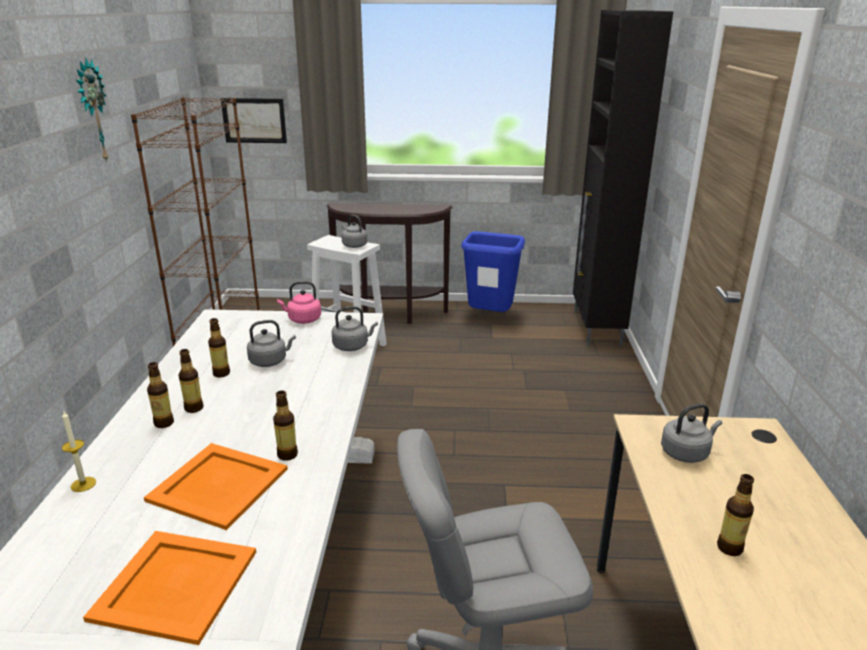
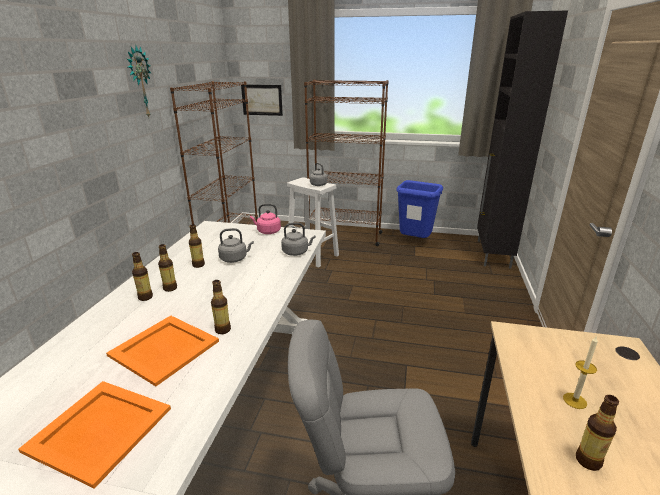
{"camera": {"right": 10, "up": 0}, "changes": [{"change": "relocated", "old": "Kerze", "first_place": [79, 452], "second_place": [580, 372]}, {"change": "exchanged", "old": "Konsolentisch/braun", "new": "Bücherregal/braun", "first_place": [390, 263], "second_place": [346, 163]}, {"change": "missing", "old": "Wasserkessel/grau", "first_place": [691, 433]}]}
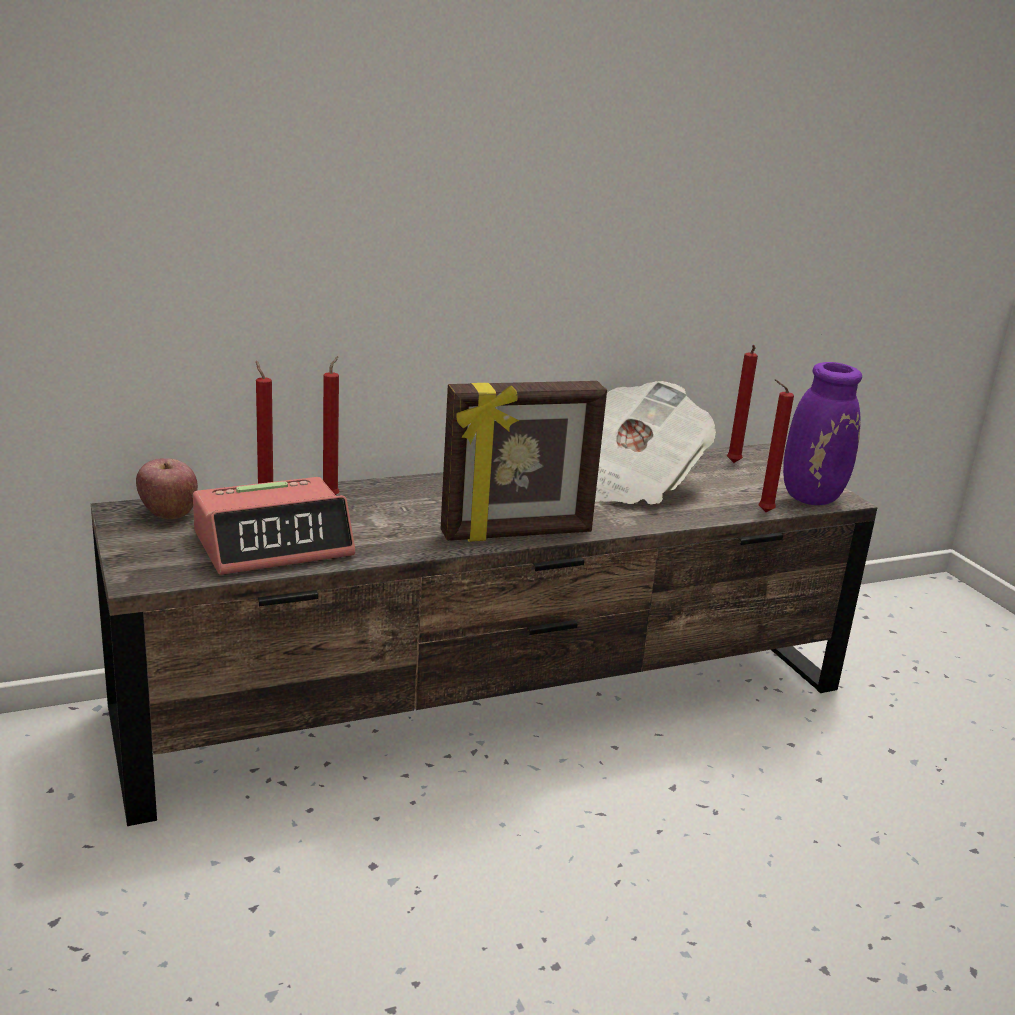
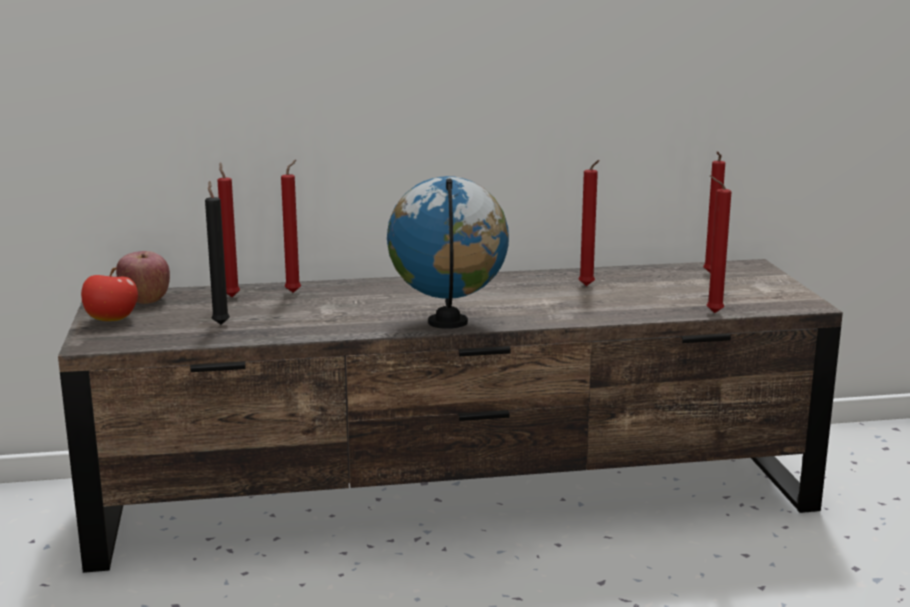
{"camera": {"right": 15, "up": -5}, "changes": [{"change": "exchanged", "old": "Wecker", "new": "Kerze/schwarz", "first_place": [274, 526], "second_place": [217, 253]}, {"change": "exchanged", "old": "Bilderrahmen", "new": "Globus", "first_place": [524, 461], "second_place": [448, 252]}, {"change": "exchanged", "old": "Zeitung", "new": "Kerze/rot", "first_place": [655, 443], "second_place": [589, 223]}, {"change": "missing", "old": "Vase/lila", "first_place": [822, 433]}, {"change": "appeared", "new": "Apfel", "second_place": [109, 294]}]}
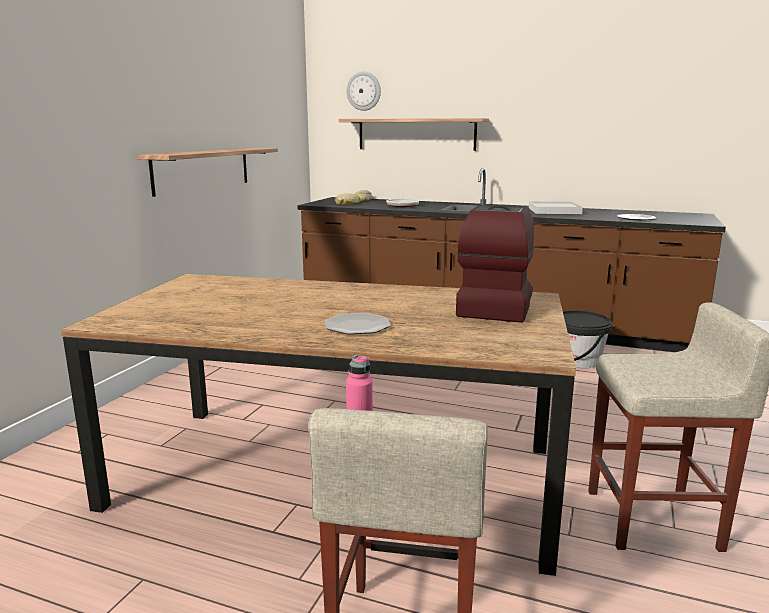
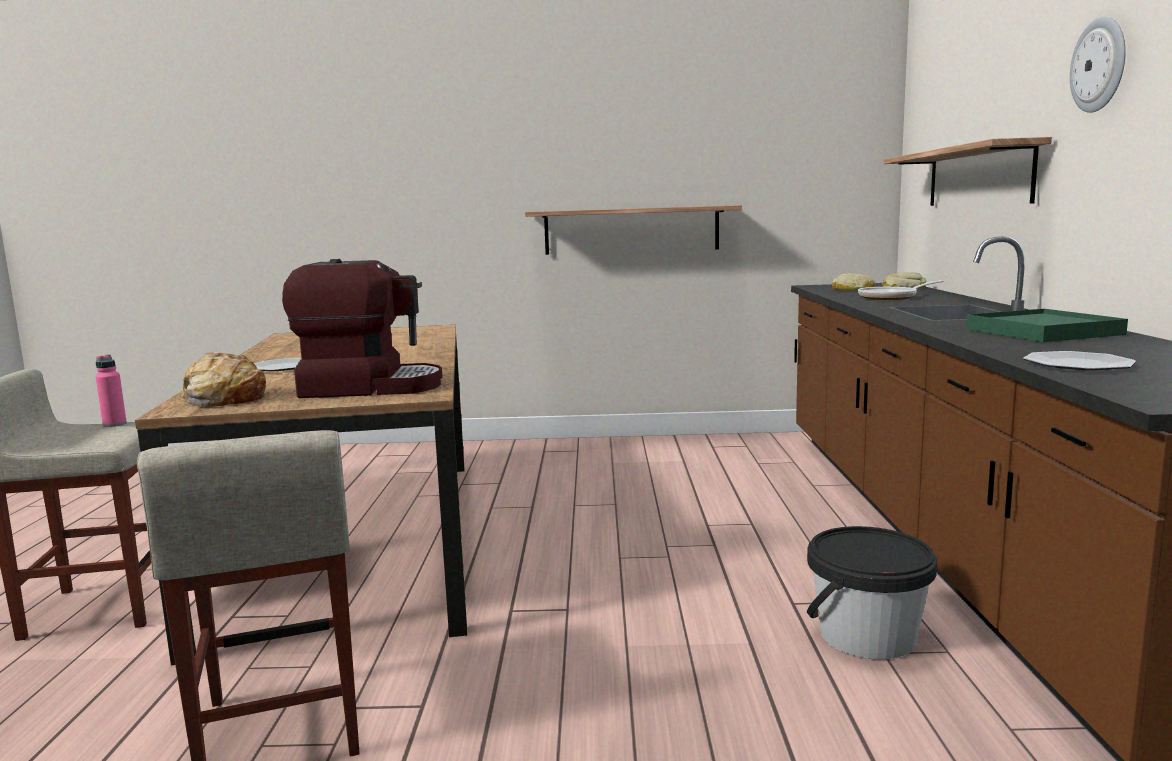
{"camera": {"right": 70, "up": -5}, "changes": [{"change": "relocated", "old": "Wanduhr", "first_place": [363, 91], "second_place": [1098, 65]}, {"change": "colour", "old": "Tablett/weiß", "new": "Tablett/grün", "first_place": [556, 207], "second_place": [1047, 325]}, {"change": "appeared", "new": "Brot", "second_place": [224, 379]}]}
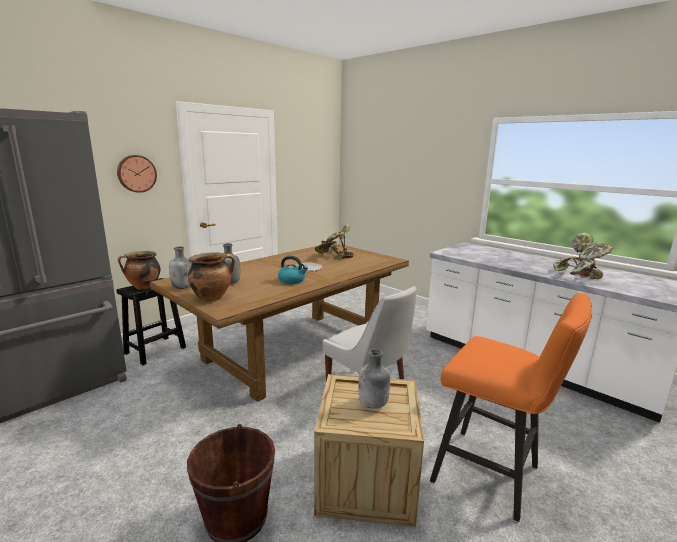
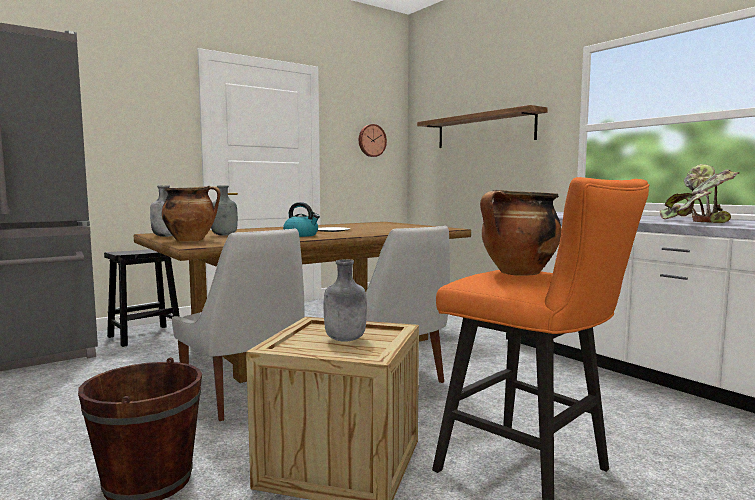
{"camera": {"right": 10, "up": -10}, "changes": [{"change": "relocated", "old": "Wanduhr", "first_place": [137, 174], "second_place": [373, 140]}, {"change": "relocated", "old": "Kochtopf", "first_place": [139, 270], "second_place": [521, 233]}, {"change": "missing", "old": "Topfpflanze", "first_place": [334, 242]}, {"change": "appeared", "new": "Stuhl/weiß", "second_place": [238, 325]}, {"change": "appeared", "new": "Wandregal", "second_place": [482, 126]}]}
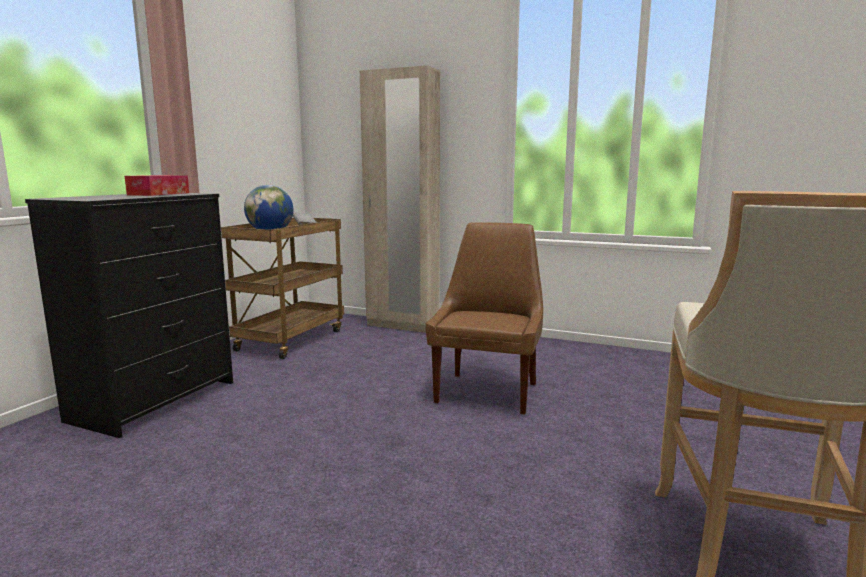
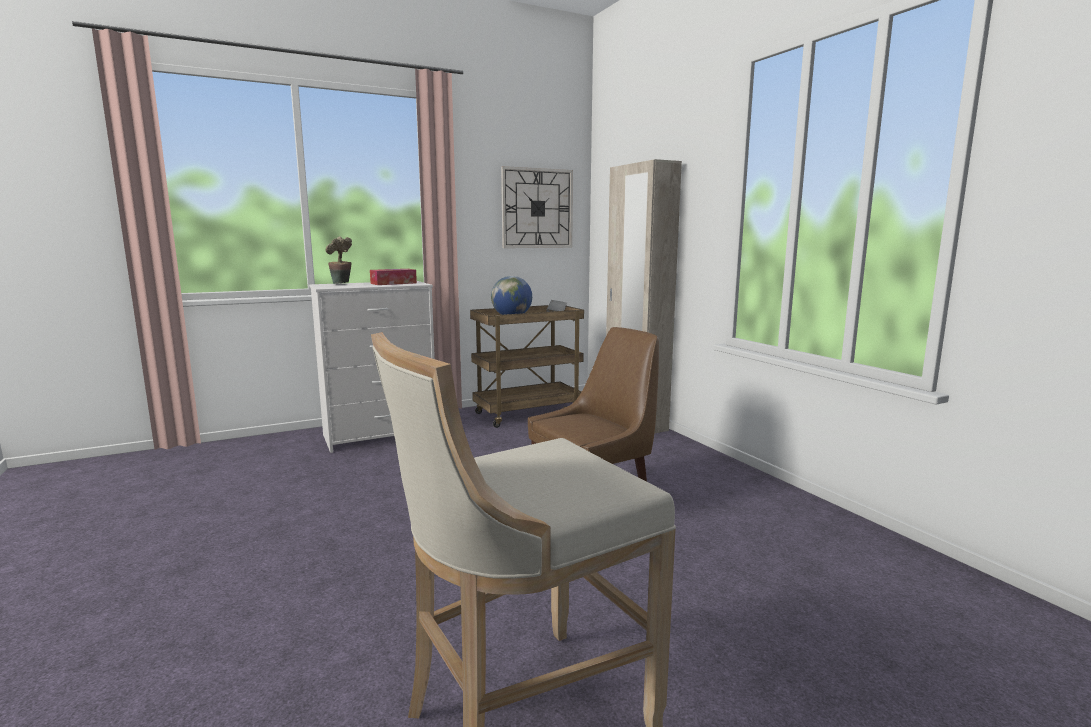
{"camera": {"right": 40, "up": 0}, "changes": [{"change": "colour", "old": "Kommode/schwarz", "new": "Kommode/weiß", "first_place": [129, 315], "second_place": [372, 367]}, {"change": "appeared", "new": "Topfpflanze", "second_place": [338, 260]}, {"change": "appeared", "new": "Wanduhr", "second_place": [537, 207]}]}
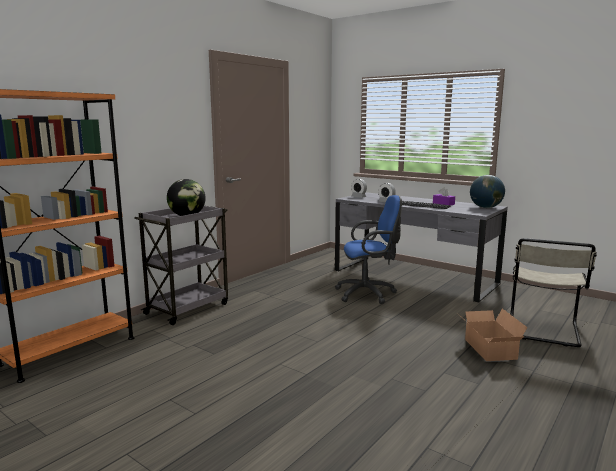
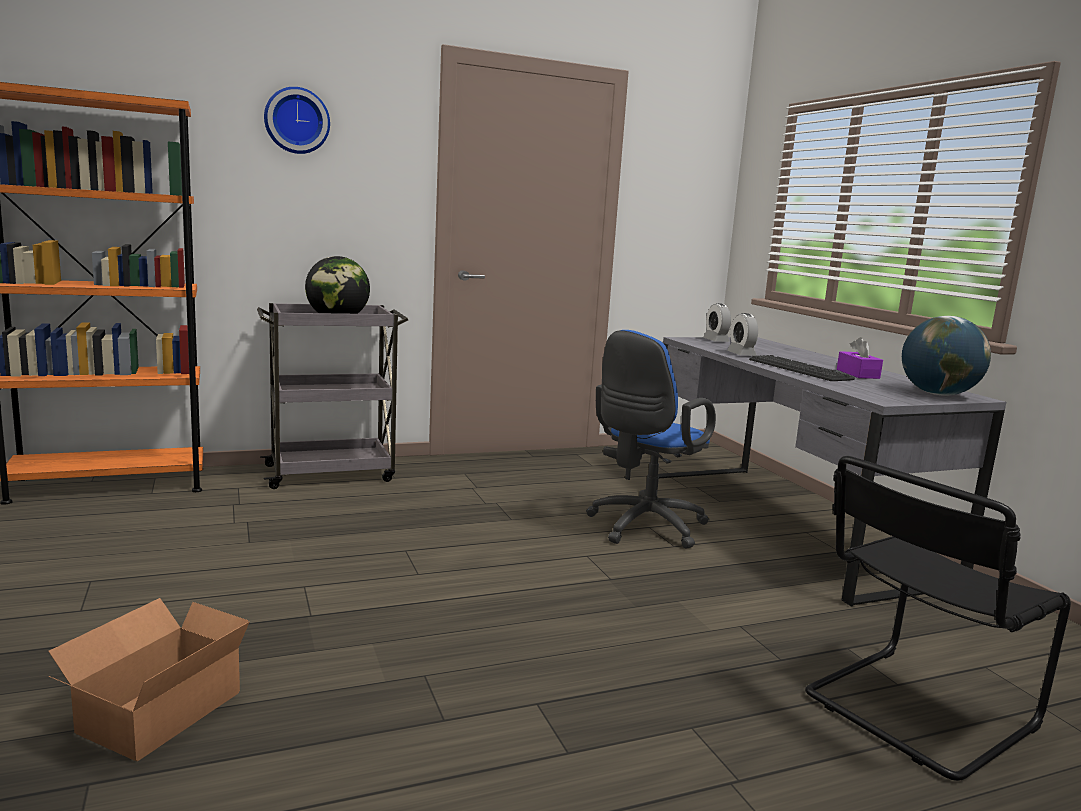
{"camera": {"right": 30, "up": 0}, "changes": [{"change": "spun", "old": "Bürostuhl/blau", "first_place": [368, 249], "second_place": [651, 439], "degrees": 105}, {"change": "relocated", "old": "Karton", "first_place": [496, 335], "second_place": [149, 680]}, {"change": "colour", "old": "Stuhl/beige", "new": "Stuhl/schwarz", "first_place": [553, 292], "second_place": [938, 618]}, {"change": "appeared", "new": "Wanduhr", "second_place": [297, 120]}]}
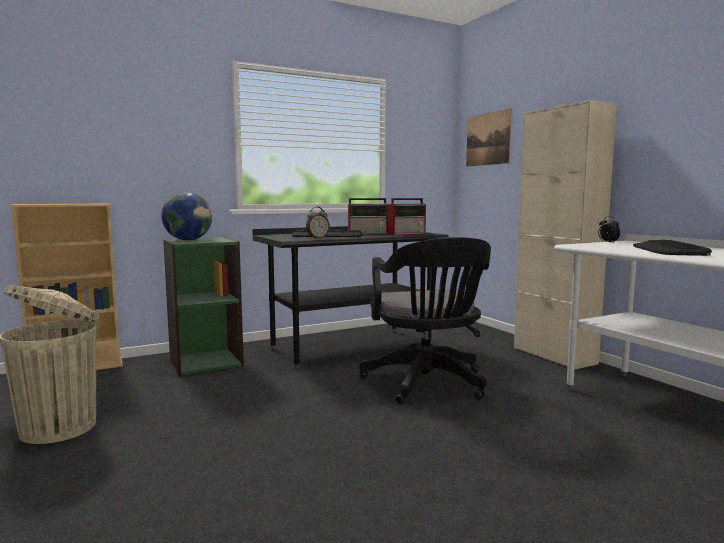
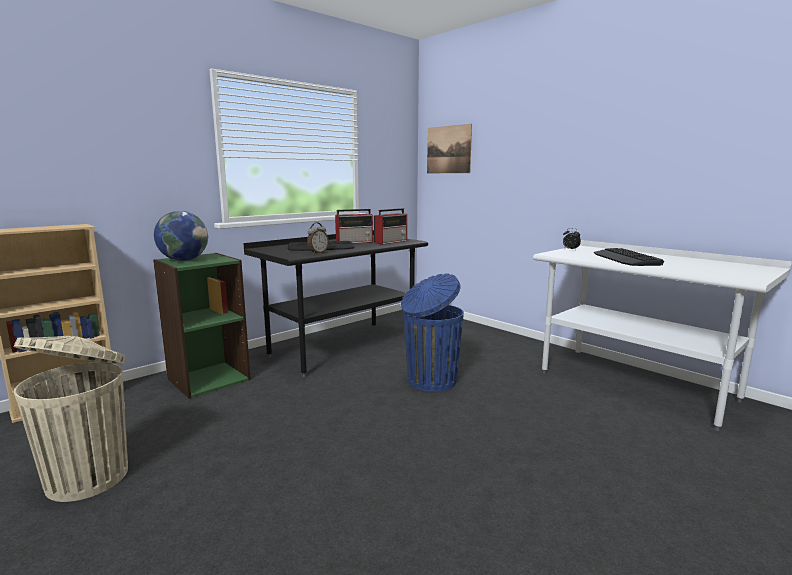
{"camera": {"right": -15, "up": 5}, "changes": [{"change": "exchanged", "old": "Bürostuhl/schwarz", "new": "Mülleimer/blau", "first_place": [425, 320], "second_place": [432, 332]}, {"change": "missing", "old": "Schrank/beige", "first_place": [565, 234]}]}
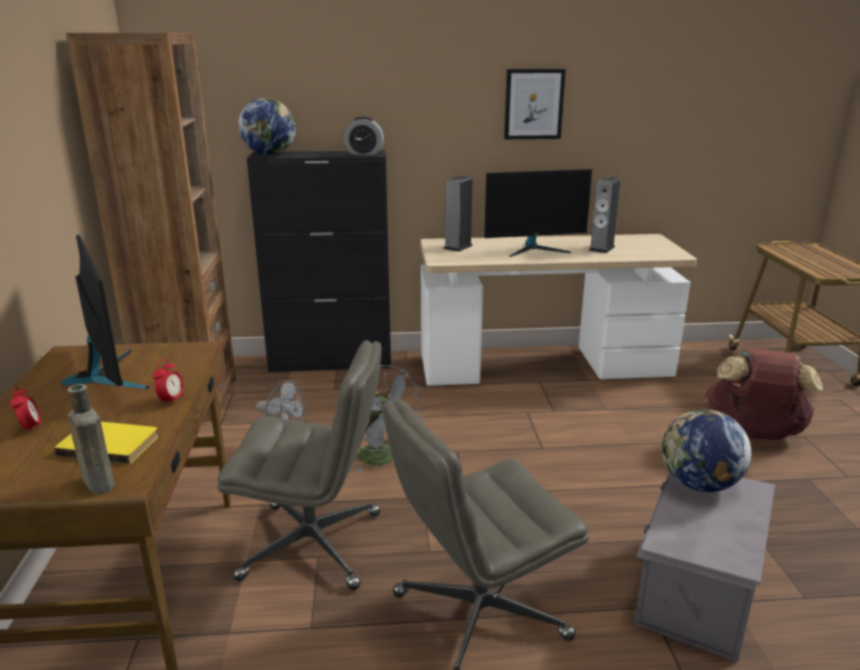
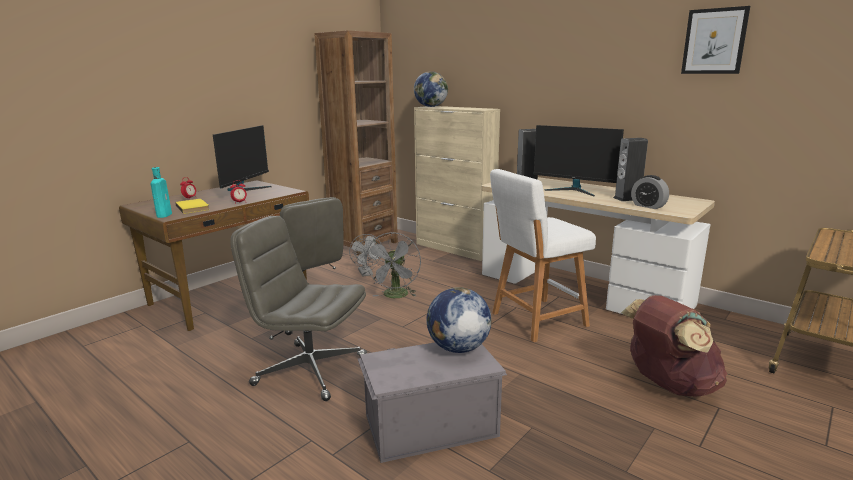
{"camera": {"right": 45, "up": -5}, "changes": [{"change": "colour", "old": "Flasche/braun", "new": "Flasche/türkis", "first_place": [91, 439], "second_place": [161, 192]}, {"change": "colour", "old": "Schrank/schwarz", "new": "Schrank/beige", "first_place": [319, 261], "second_place": [457, 183]}, {"change": "relocated", "old": "Wecker", "first_place": [364, 136], "second_place": [650, 192]}, {"change": "relocated", "old": "Bild", "first_place": [535, 104], "second_place": [715, 40]}, {"change": "appeared", "new": "Hocker/weiß", "second_place": [543, 255]}]}
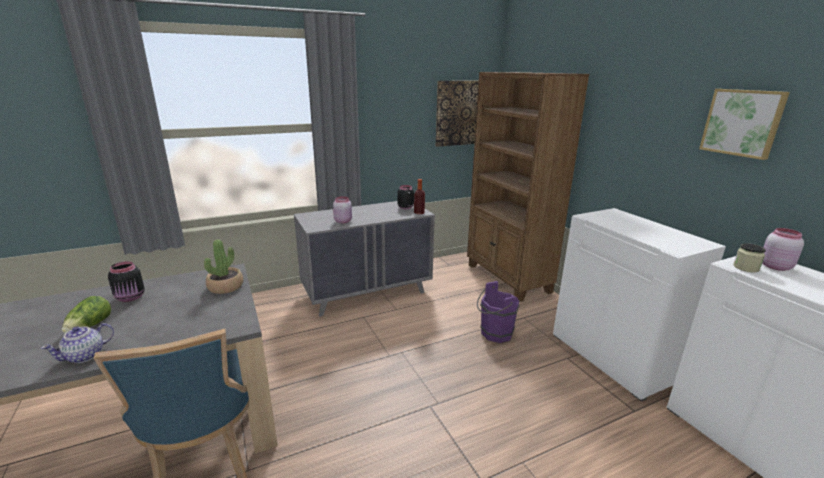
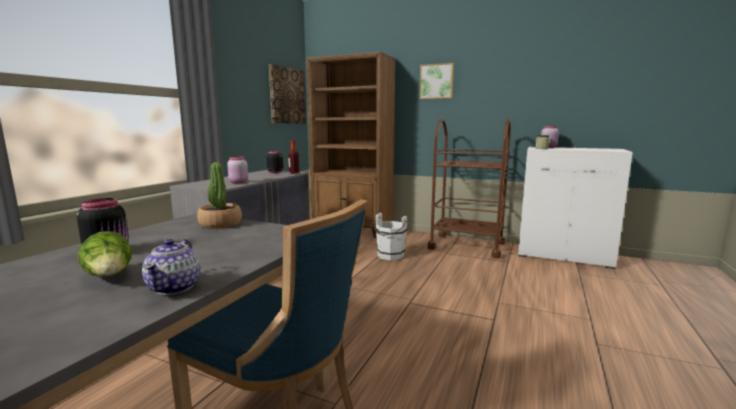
{"camera": {"right": -40, "up": -10}, "changes": [{"change": "colour", "old": "Eimer/lila", "new": "Eimer/weiß", "first_place": [498, 312], "second_place": [390, 236]}, {"change": "exchanged", "old": "Schrank/weiß", "new": "Rollwagen/braun", "first_place": [639, 305], "second_place": [469, 188]}, {"change": "relocated", "old": "Bild", "first_place": [744, 124], "second_place": [436, 81]}]}
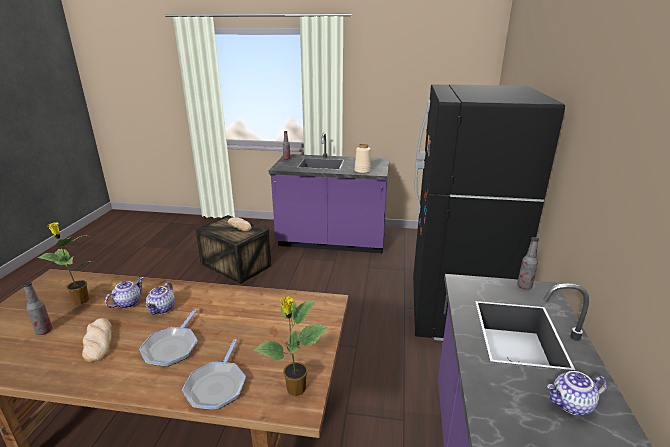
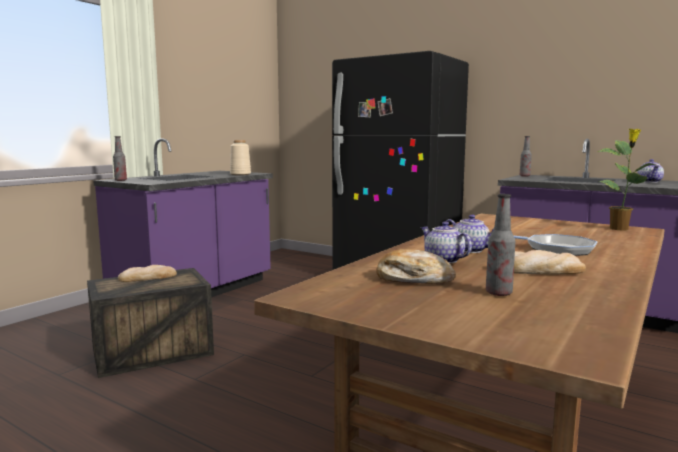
{"camera": {"right": -65, "up": -15}, "changes": [{"change": "exchanged", "old": "Topfpflanze", "new": "Brot", "first_place": [65, 263], "second_place": [416, 266]}, {"change": "missing", "old": "Pfanne", "first_place": [214, 374]}]}
